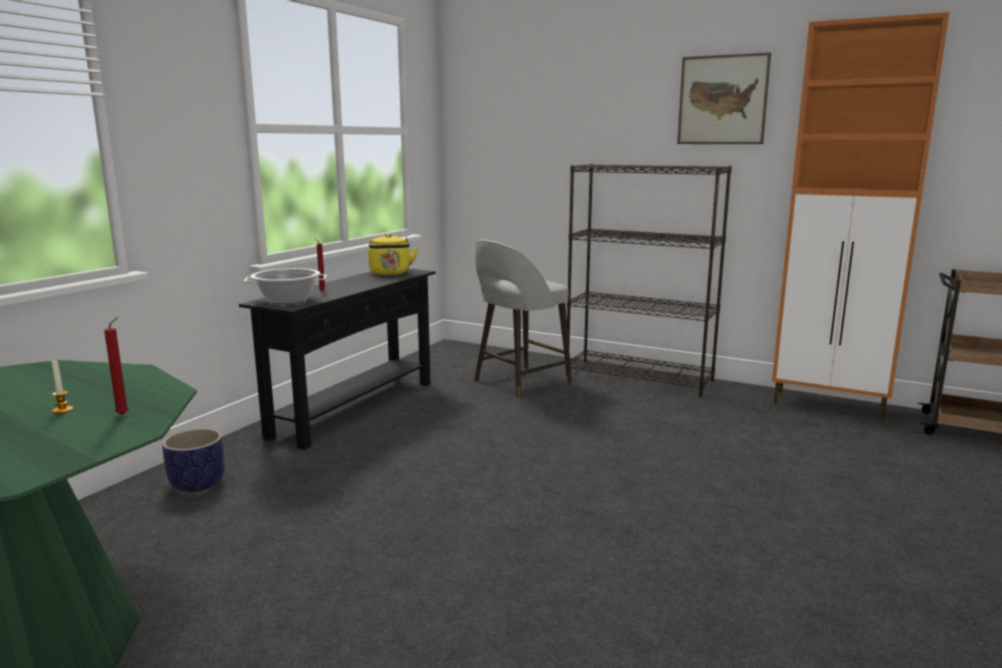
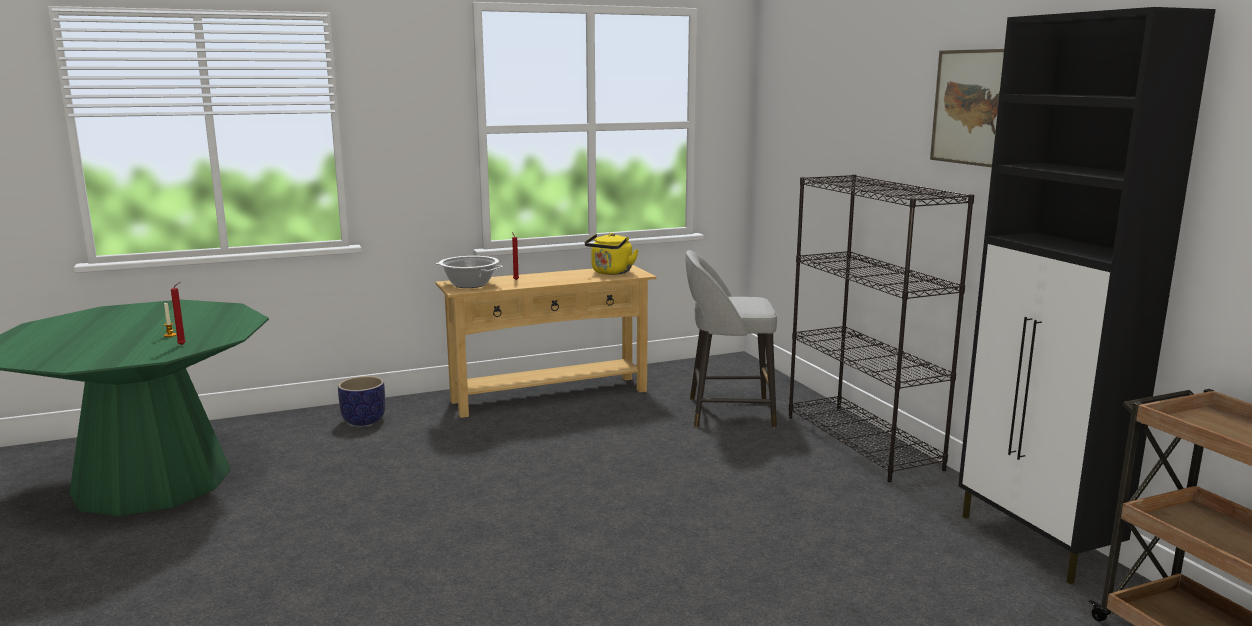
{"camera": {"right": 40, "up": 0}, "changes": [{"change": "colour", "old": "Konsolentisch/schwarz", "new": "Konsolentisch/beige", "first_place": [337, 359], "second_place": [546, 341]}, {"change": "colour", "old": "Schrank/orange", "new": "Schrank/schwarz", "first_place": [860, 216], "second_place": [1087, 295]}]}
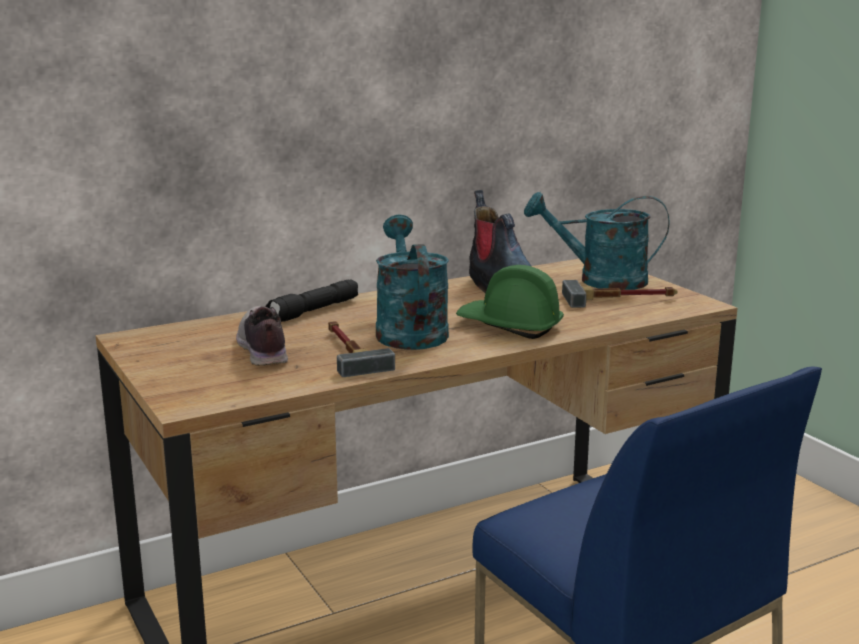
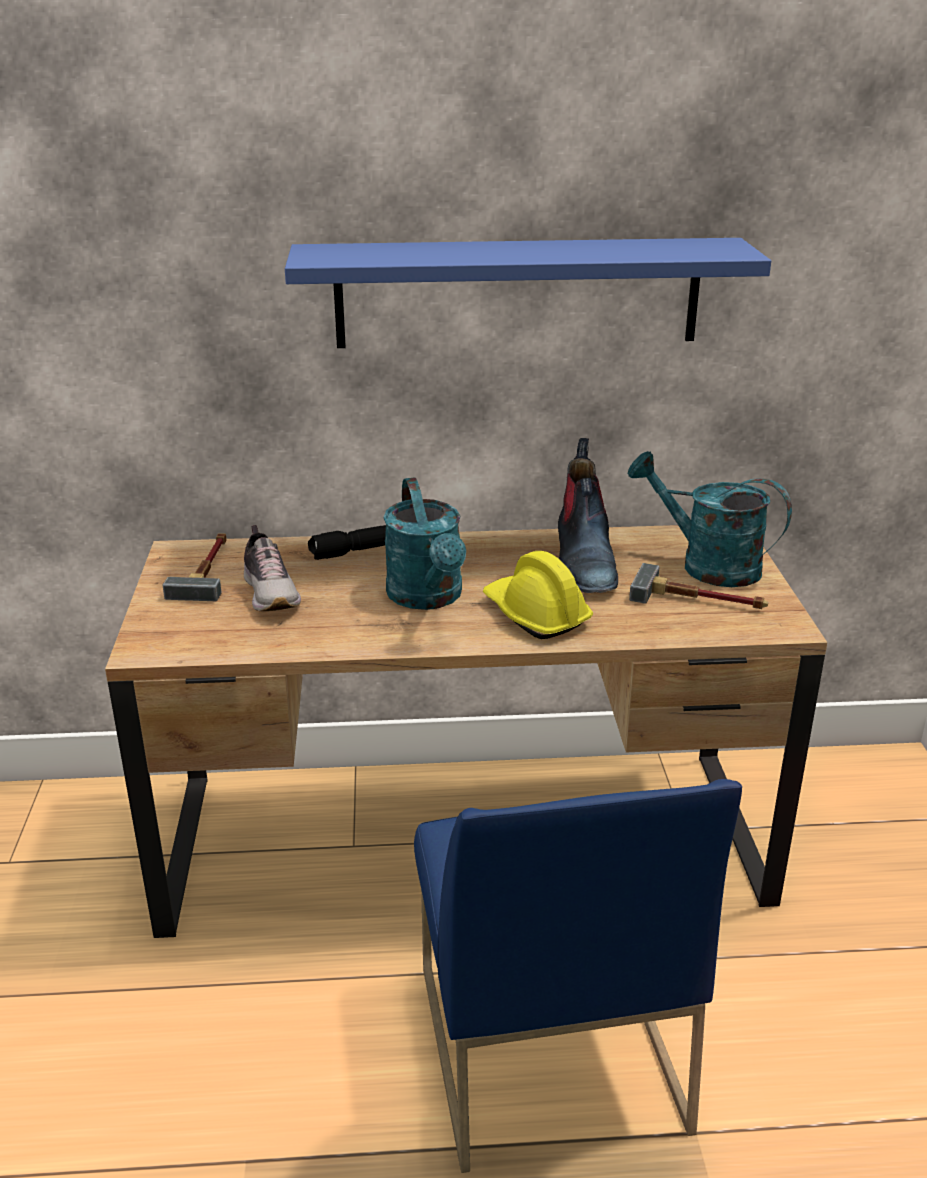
{"camera": {"right": 25, "up": 10}, "changes": [{"change": "spun", "old": "Schuh", "first_place": [262, 336], "second_place": [272, 568], "degrees": 150}, {"change": "relocated", "old": "Hammer", "first_place": [361, 349], "second_place": [194, 567]}, {"change": "spun", "old": "Gießkanne/türkis", "first_place": [412, 282], "second_place": [424, 543], "degrees": 150}, {"change": "colour", "old": "Schutzhelm/grün", "new": "Schutzhelm/gelb", "first_place": [510, 302], "second_place": [538, 595]}, {"change": "appeared", "new": "Wandregal/blau", "second_place": [528, 293]}]}
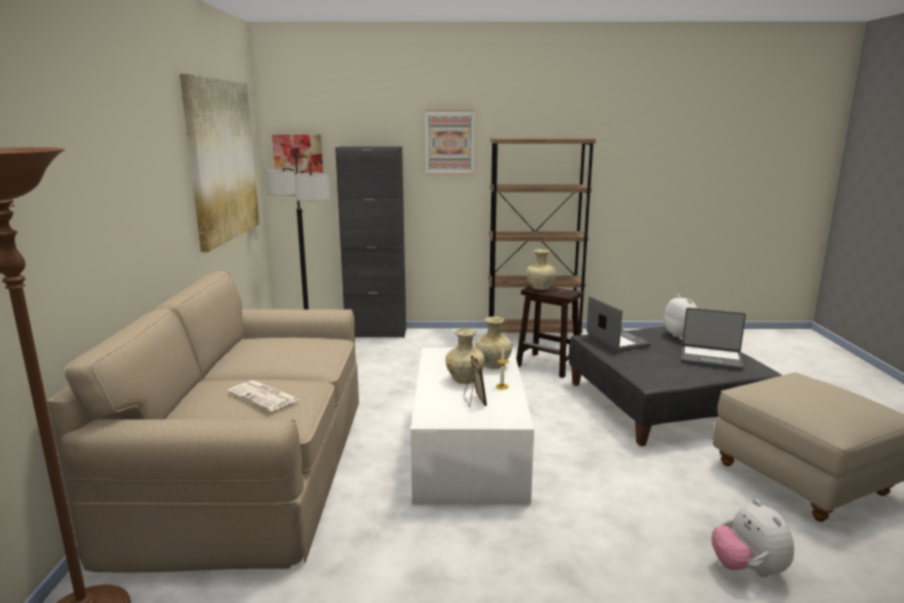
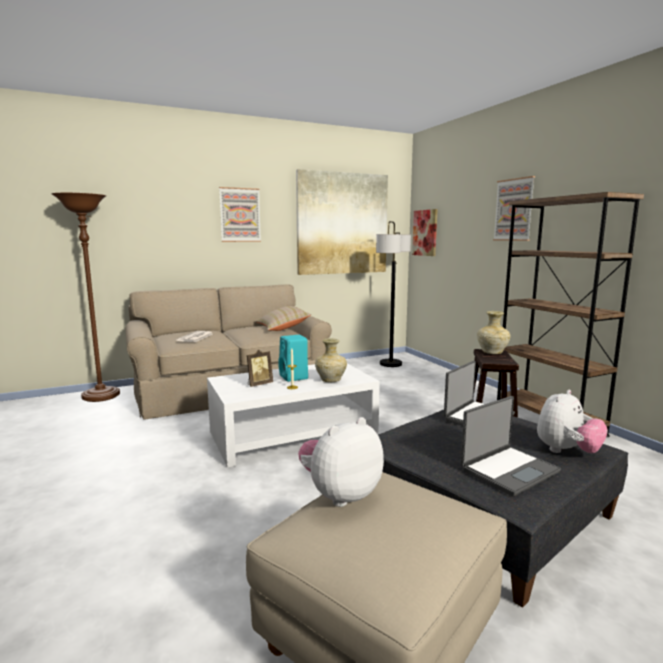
{"camera": {"right": 65, "up": -5}, "changes": [{"change": "missing", "old": "Schrank/schwarz", "first_place": [370, 242]}, {"change": "exchanged", "old": "Vase/beige", "new": "Lautsprecher/türkis", "first_place": [465, 356], "second_place": [293, 358]}, {"change": "spun", "old": "Laptop", "first_place": [713, 339], "second_place": [511, 446], "degrees": -120}, {"change": "relocated", "old": "Plüschtier", "first_place": [753, 538], "second_place": [341, 462]}, {"change": "appeared", "new": "Bild", "second_place": [240, 214]}, {"change": "appeared", "new": "Kissen/beige", "second_place": [283, 318]}]}
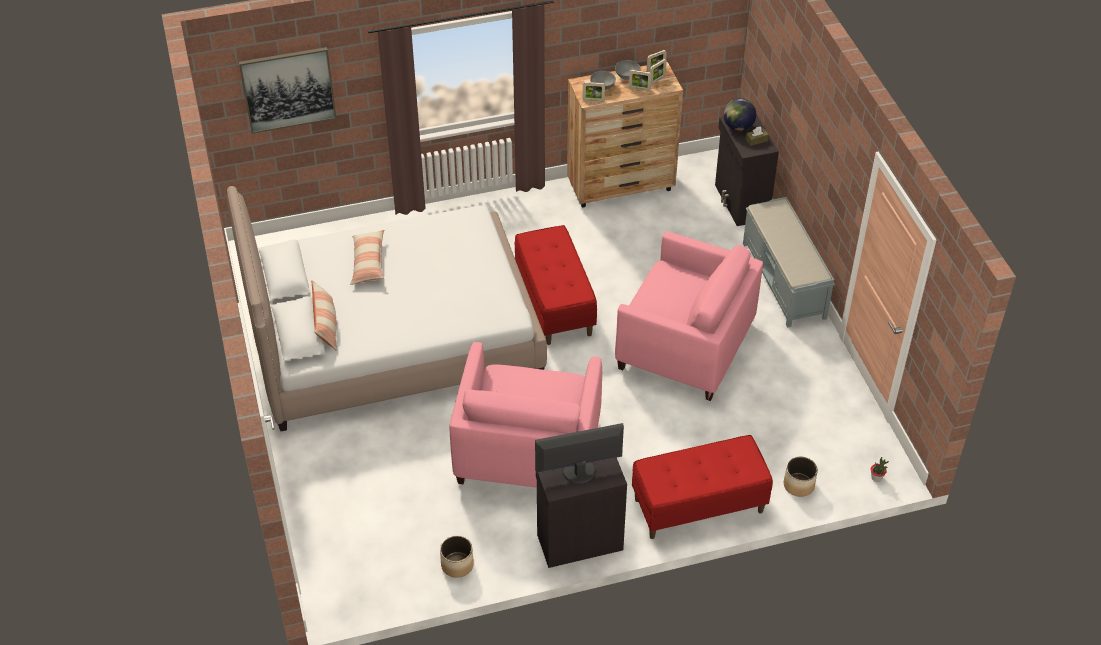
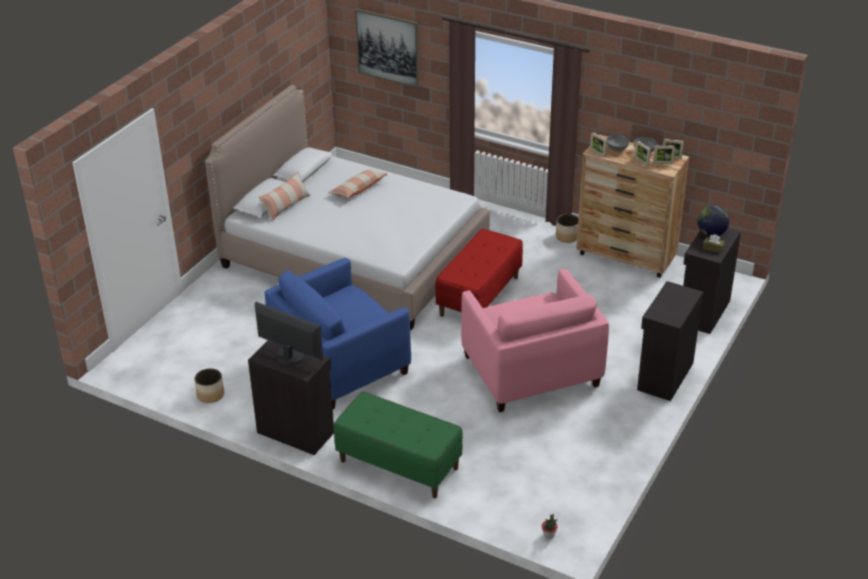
{"camera": {"right": 45, "up": -10}, "changes": [{"change": "colour", "old": "Sessel/rosa", "new": "Sessel/blau", "first_place": [525, 415], "second_place": [338, 333]}, {"change": "colour", "old": "Bank/rot", "new": "Bank/grün", "first_place": [702, 487], "second_place": [398, 445]}, {"change": "exchanged", "old": "Bank/grau", "new": "Schrank/schwarz", "first_place": [789, 262], "second_place": [670, 341]}, {"change": "relocated", "old": "Pflanzkübel", "first_place": [801, 477], "second_place": [567, 228]}]}
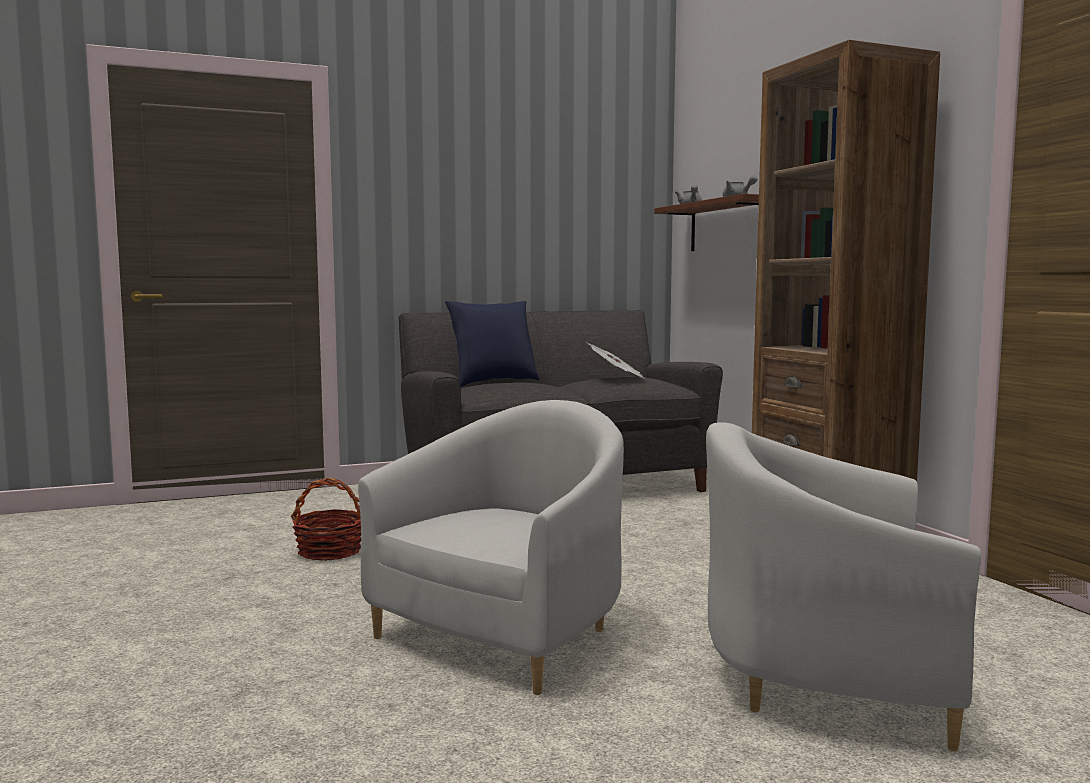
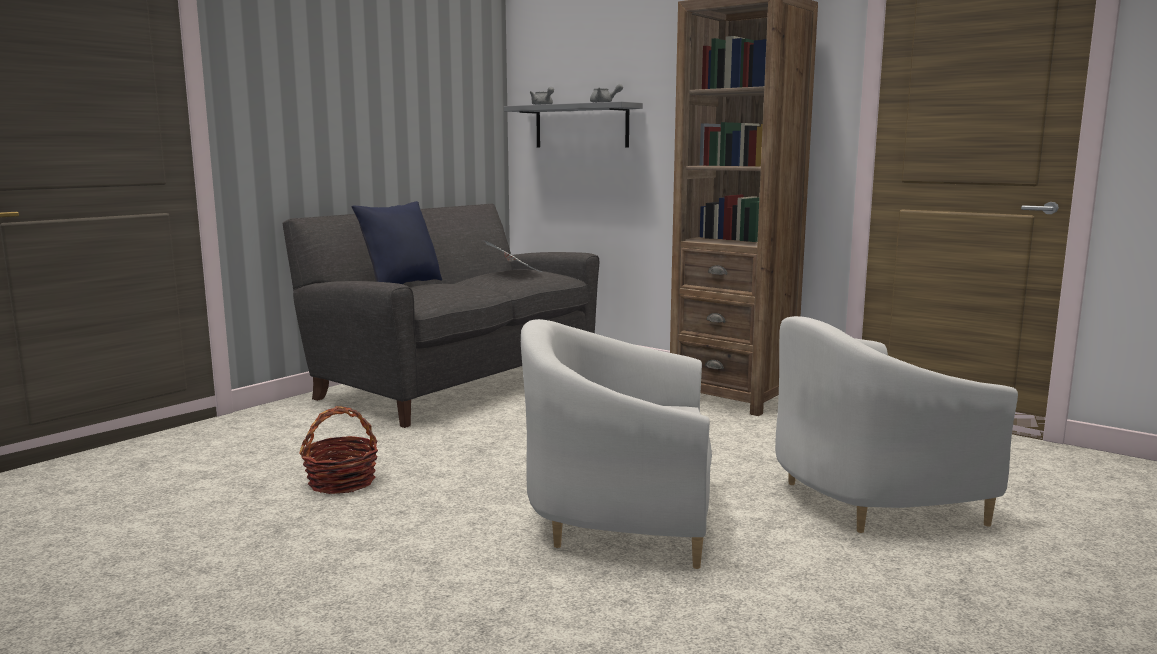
{"camera": {"right": -30, "up": 5}, "changes": [{"change": "spun", "old": "Sessel/weiß", "first_place": [491, 547], "second_place": [616, 444], "degrees": -90}, {"change": "colour", "old": "Wandregal/braun", "new": "Wandregal/grau", "first_place": [706, 222], "second_place": [573, 124]}]}
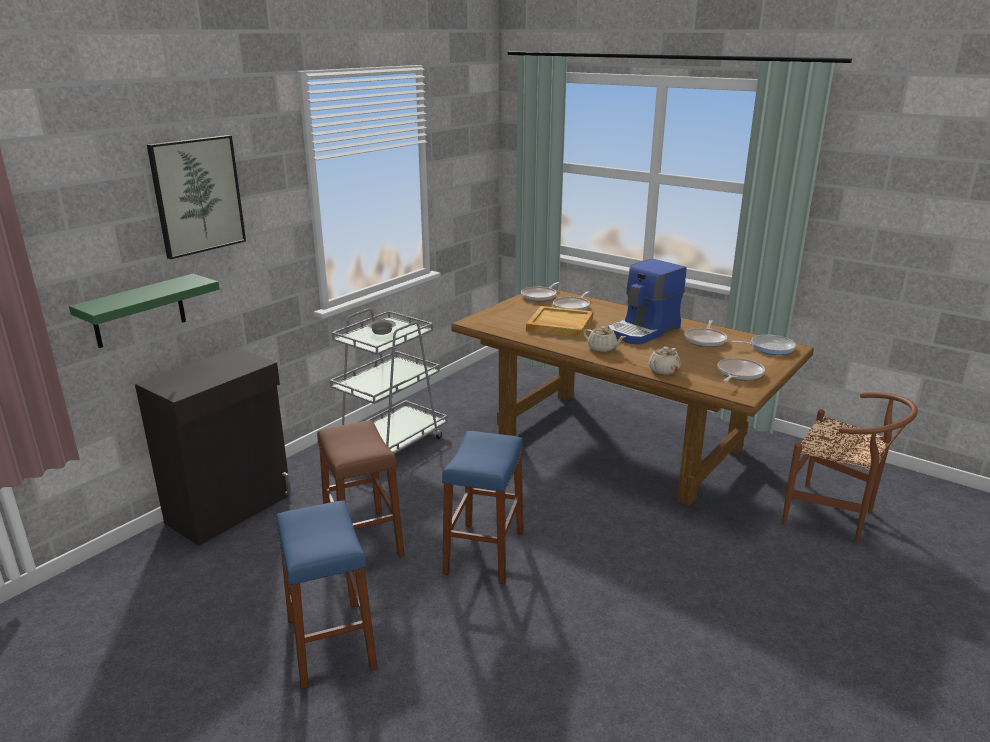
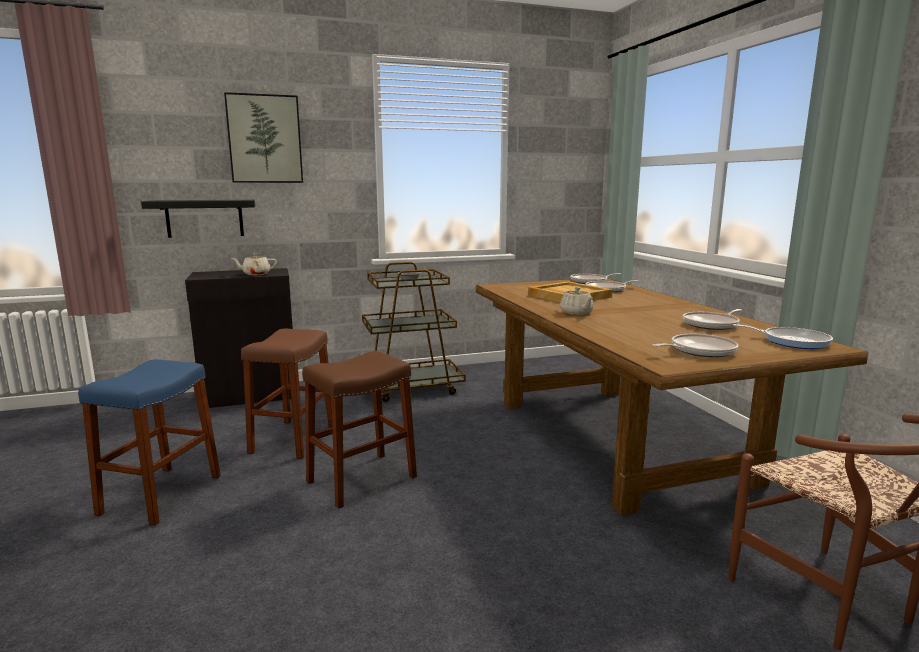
{"camera": {"right": 35, "up": -10}, "changes": [{"change": "colour", "old": "Wandregal/grün", "new": "Wandregal/schwarz", "first_place": [144, 311], "second_place": [198, 219]}, {"change": "colour", "old": "Rollwagen/grau", "new": "Rollwagen/braun", "first_place": [389, 381], "second_place": [414, 332]}, {"change": "colour", "old": "Hocker/blau", "new": "Hocker/braun", "first_place": [483, 507], "second_place": [359, 429]}, {"change": "missing", "old": "Kaffeemaschine", "first_place": [647, 302]}, {"change": "relocated", "old": "Teekanne/beige", "first_place": [664, 360], "second_place": [254, 264]}]}
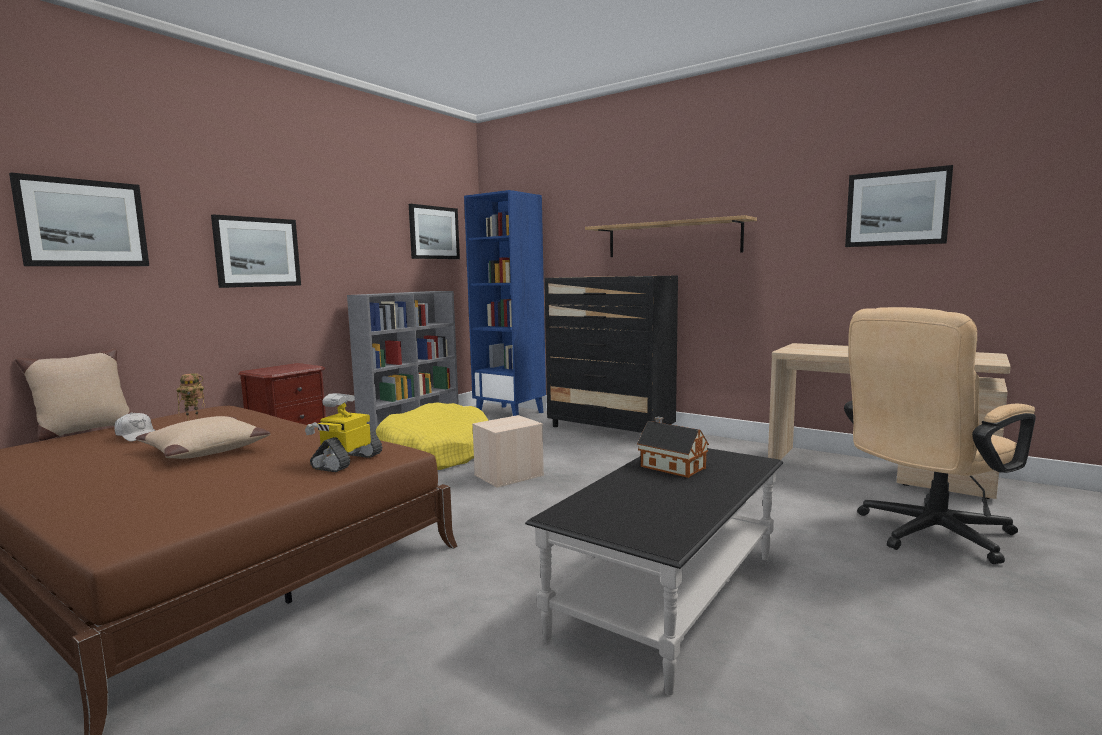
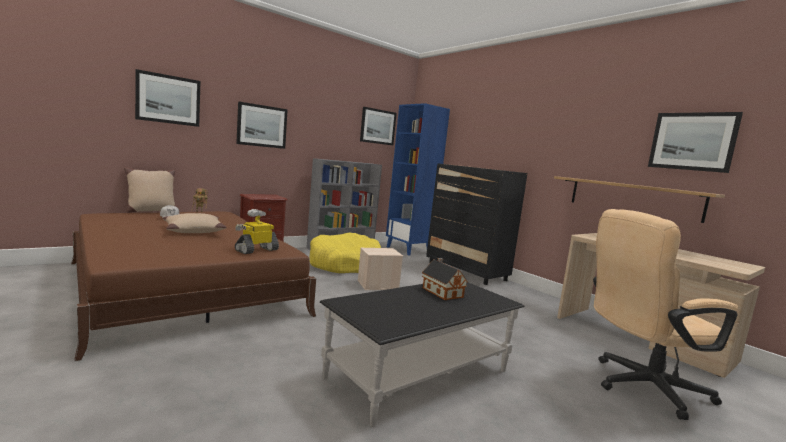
{"camera": {"right": 15, "up": 0}, "changes": [{"change": "relocated", "old": "Wandregal", "first_place": [671, 236], "second_place": [639, 199]}]}
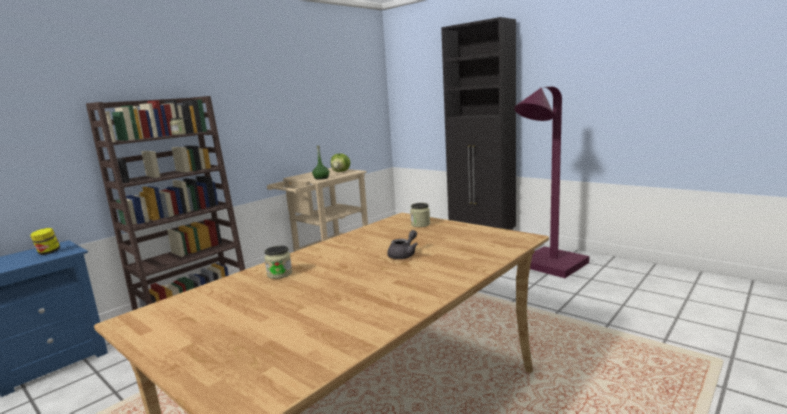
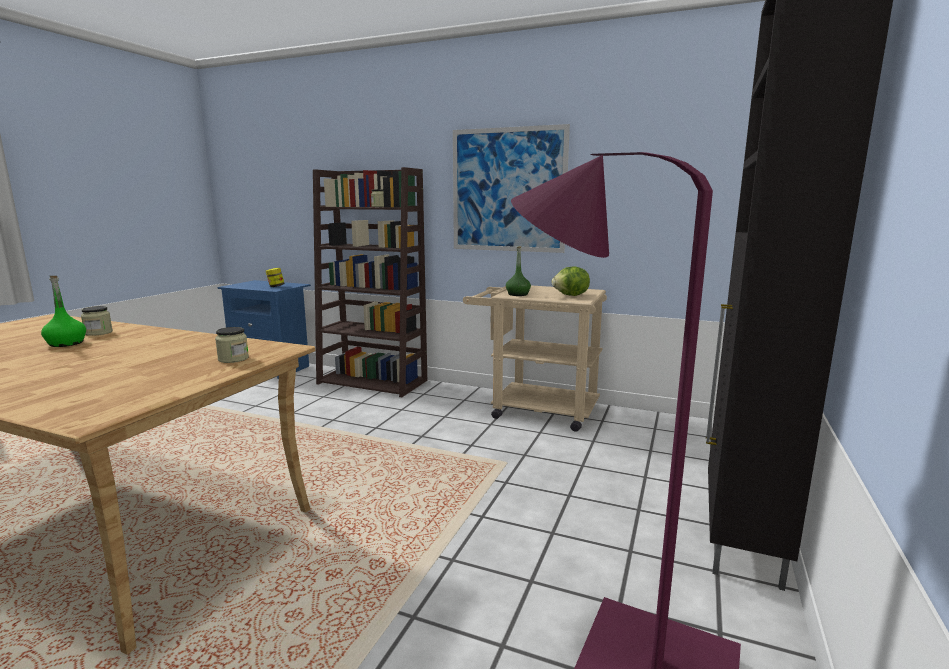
{"camera": {"right": 70, "up": 0}, "changes": [{"change": "missing", "old": "Teekanne/grau", "first_place": [402, 244]}, {"change": "appeared", "new": "Flasche/grün", "second_place": [63, 311]}, {"change": "appeared", "new": "Bild", "second_place": [511, 188]}]}
